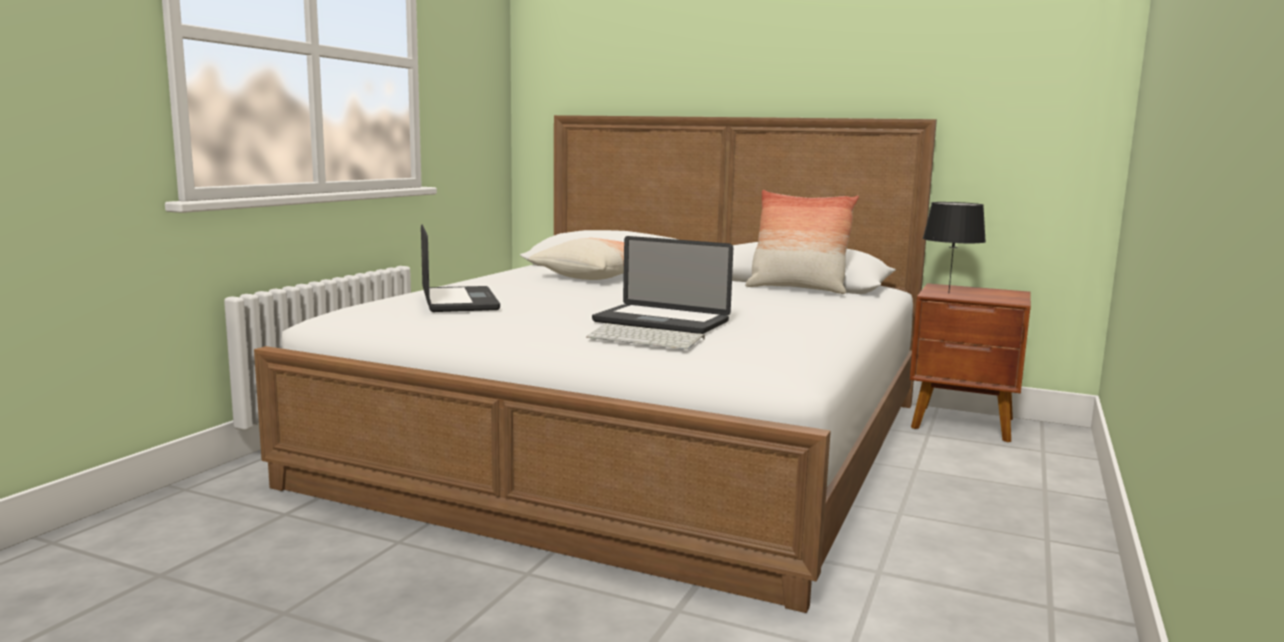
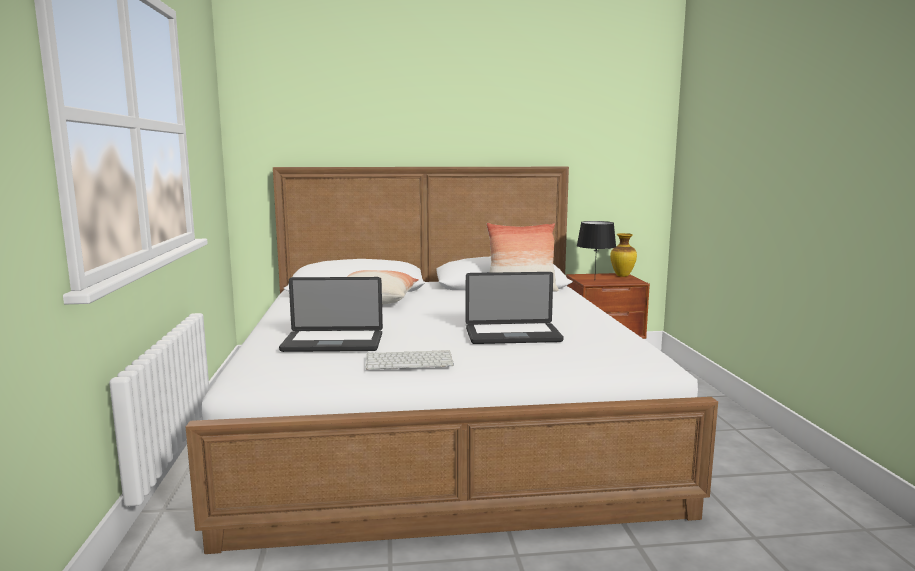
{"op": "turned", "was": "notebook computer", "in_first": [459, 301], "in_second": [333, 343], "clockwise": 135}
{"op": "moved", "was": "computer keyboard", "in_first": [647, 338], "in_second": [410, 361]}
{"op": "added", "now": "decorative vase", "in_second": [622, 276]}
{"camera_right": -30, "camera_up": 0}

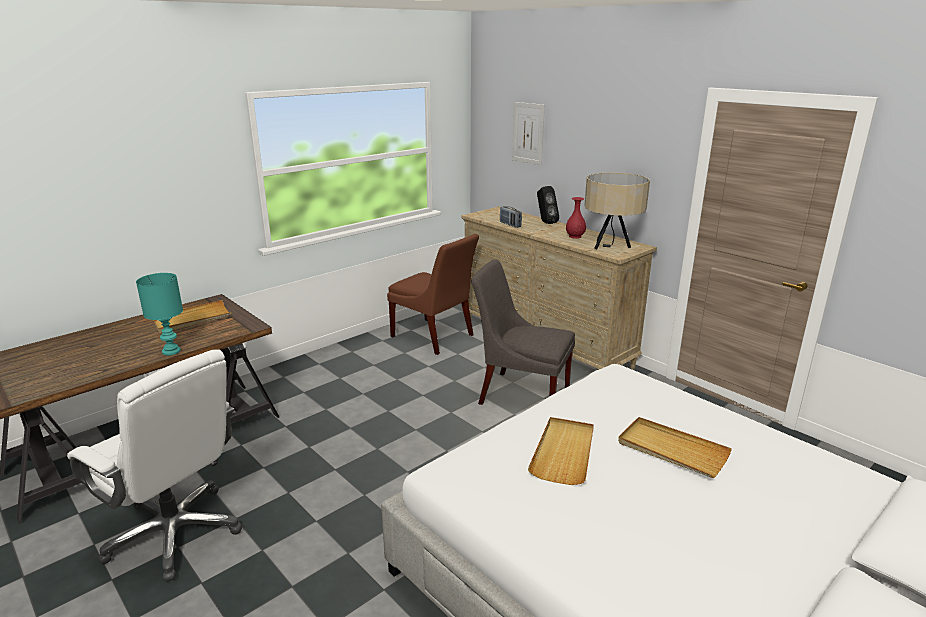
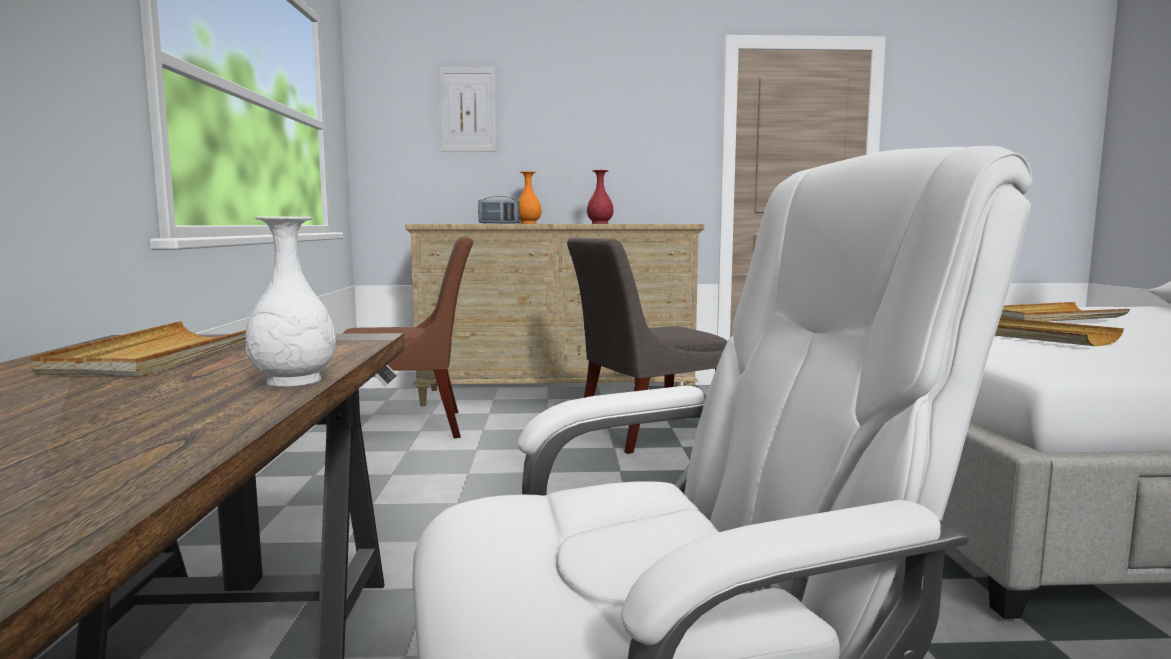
{"op": "removed", "was": "tabletop lamp (sand-coloured)", "in_first": [611, 247]}
{"op": "replaced", "was": "audio speaker (black)", "now": "decorative vase (orangey)", "in_first": [545, 222], "in_second": [528, 223]}
{"op": "replaced", "was": "tabletop lamp (turquoise)", "now": "decorative vase (white)", "in_first": [170, 351], "in_second": [293, 381]}
{"camera_right": -50, "camera_up": -15}

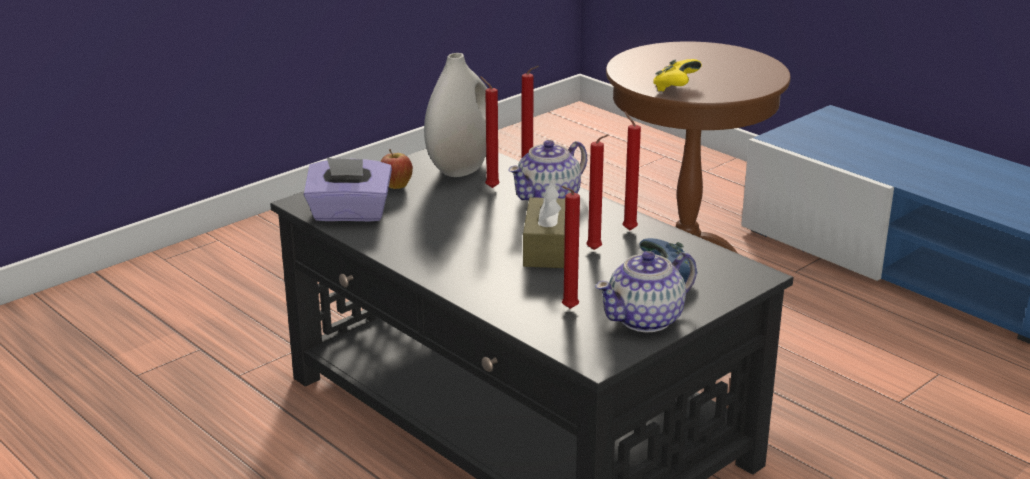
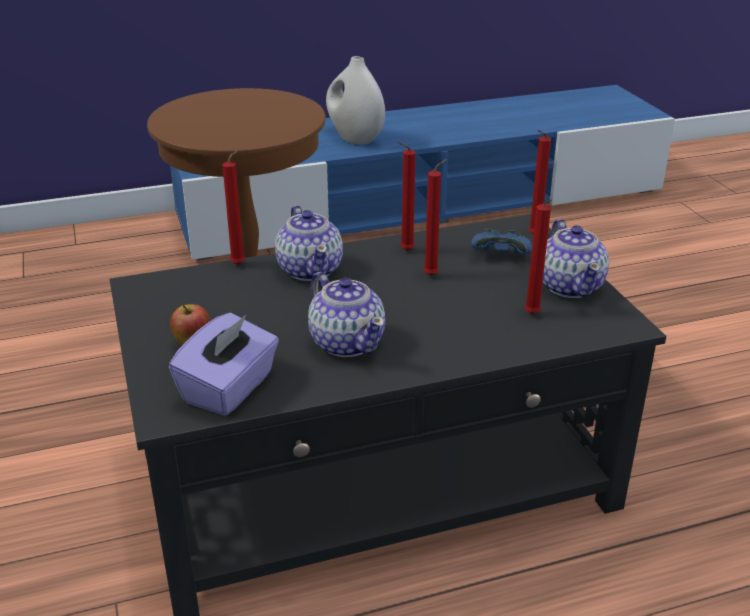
{"op": "moved", "was": "decorative vase (white)", "in_first": [461, 167], "in_second": [355, 139]}
{"op": "removed", "was": "game controller (yellow)", "in_first": [675, 88]}
{"op": "moved", "was": "wax light (reddish)", "in_first": [490, 187], "in_second": [533, 236]}
{"op": "removed", "was": "box of tissues (brown-coloured)", "in_first": [548, 248]}
{"op": "added", "now": "pot for tea", "in_second": [347, 342]}
{"camera_right": -65, "camera_up": 5}

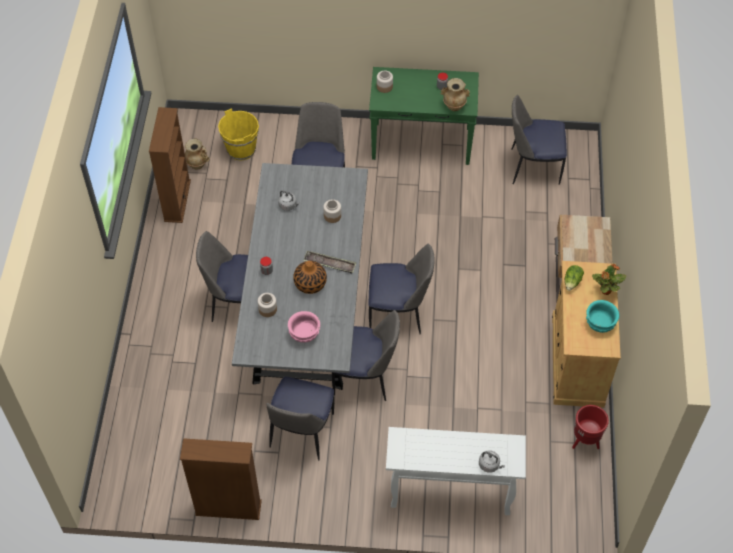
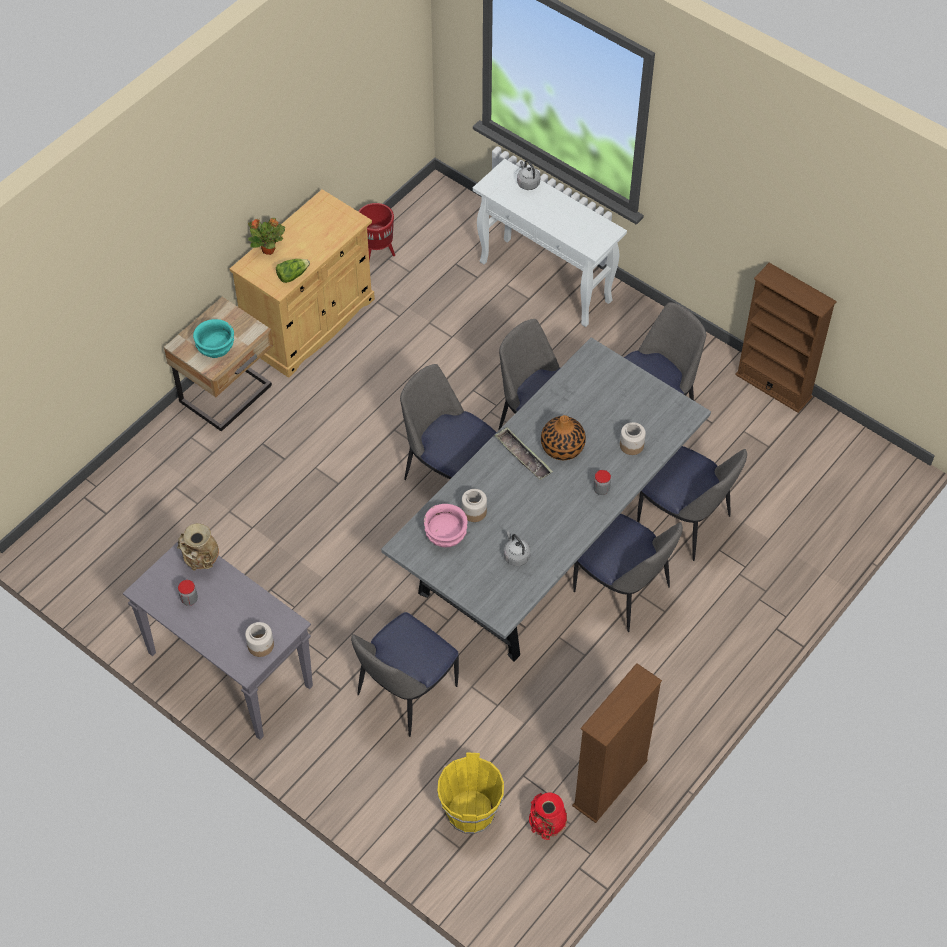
{"op": "recoloured", "was": "console table (green-coloured)", "now": "console table (greyish)", "in_first": [422, 143], "in_second": [228, 670]}
{"op": "moved", "was": "chair", "in_first": [532, 167], "in_second": [685, 523]}
{"op": "recoloured", "was": "decorative vase (sand-coloured)", "now": "decorative vase (reddish)", "in_first": [197, 164], "in_second": [546, 826]}
{"op": "moved", "was": "serving bowl (turquoise)", "in_first": [600, 322], "in_second": [215, 348]}
{"op": "moved", "was": "serving bowl (pink)", "in_first": [304, 333], "in_second": [446, 535]}
{"camera_right": -145, "camera_up": 0}

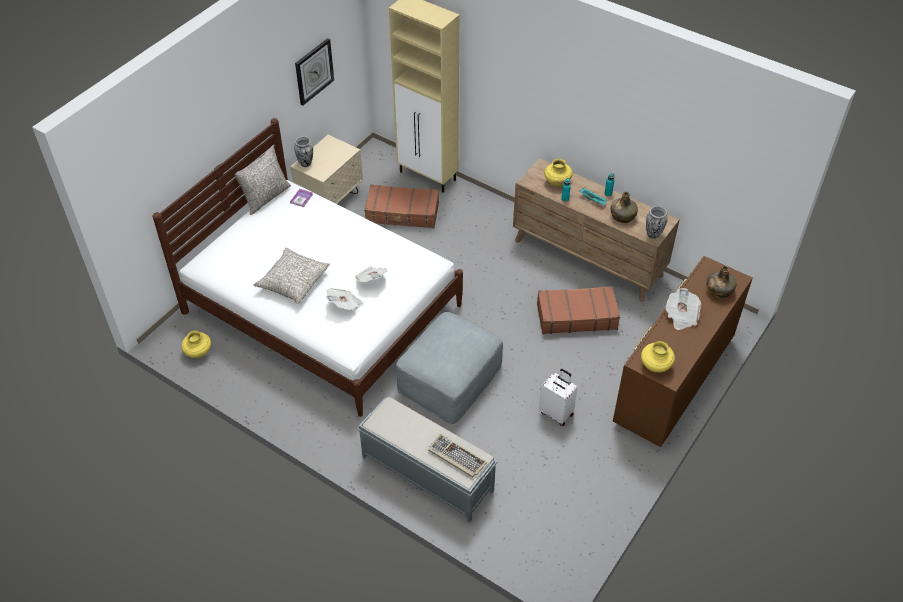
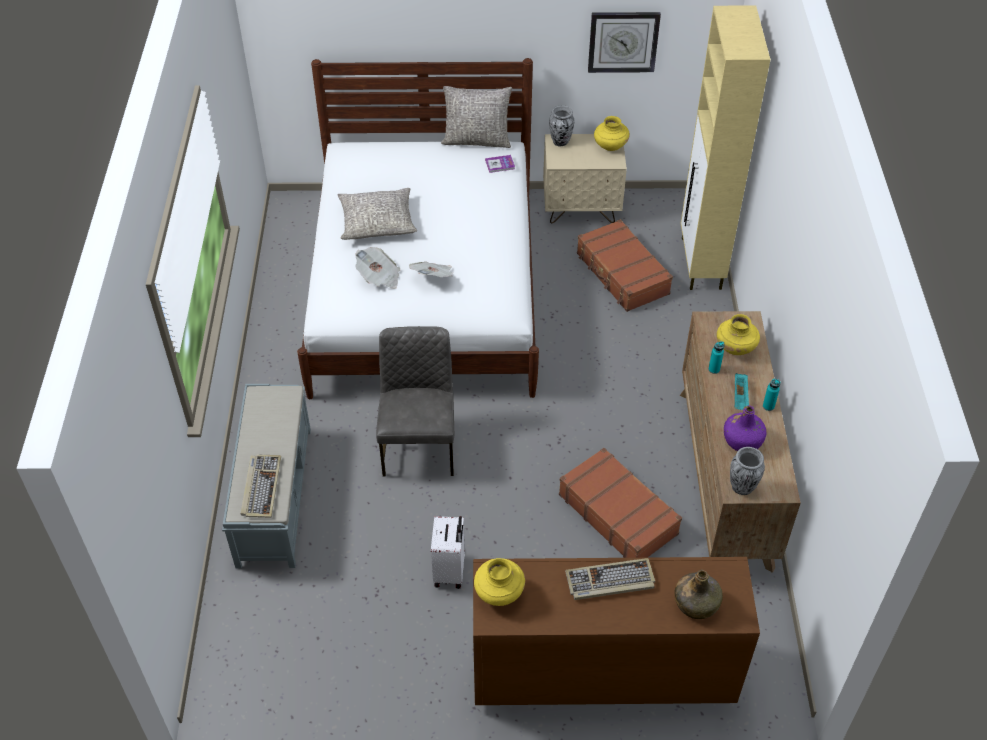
{"op": "recoloured", "was": "beverage bottle (green-coloured)", "now": "beverage bottle (purple-coloured)", "in_first": [622, 216], "in_second": [742, 440]}
{"op": "replaced", "was": "daily paper", "now": "computer keyboard", "in_first": [681, 316], "in_second": [610, 581]}
{"op": "replaced", "was": "footrest (greyish)", "now": "chair (greyish)", "in_first": [449, 378], "in_second": [419, 444]}
{"op": "moved", "was": "decorative vase (yellow)", "in_first": [198, 352], "in_second": [610, 146]}
{"camera_right": 55, "camera_up": 0}

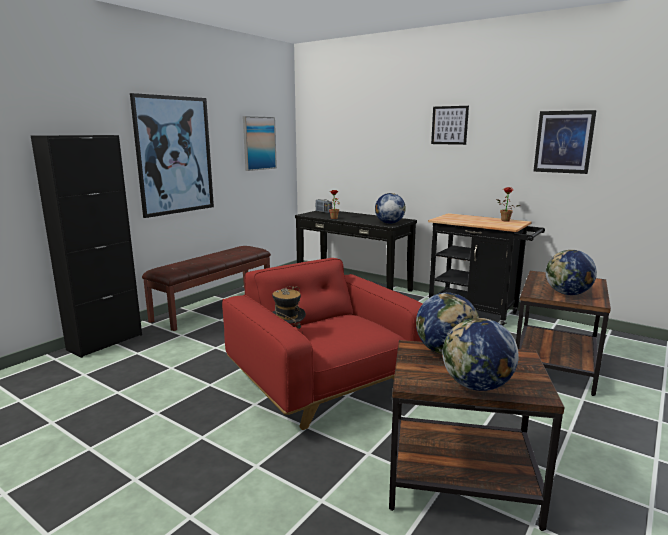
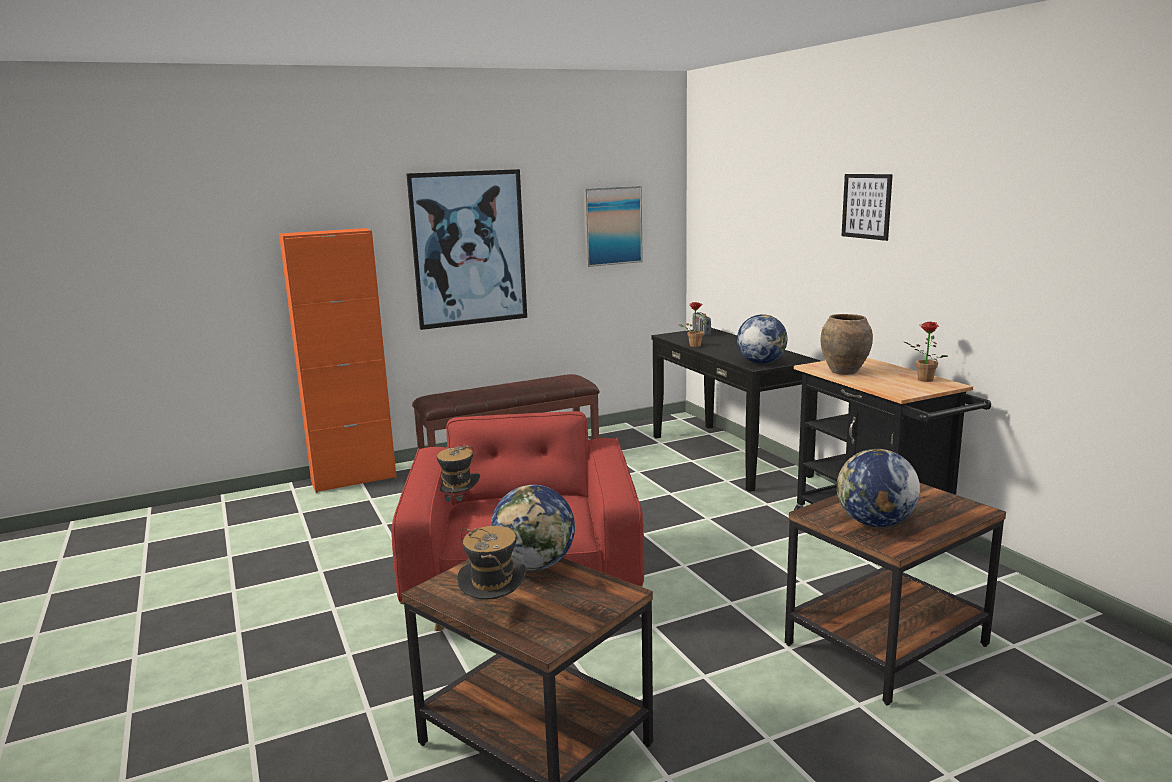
{"op": "removed", "was": "wall art", "in_first": [563, 142]}
{"op": "recoloured", "was": "storage cabinet (black)", "now": "storage cabinet (orangey)", "in_first": [105, 342], "in_second": [353, 479]}
{"op": "replaced", "was": "globe", "now": "hat", "in_first": [476, 386], "in_second": [494, 612]}
{"op": "added", "now": "decorative vase (brown-coloured)", "in_second": [843, 372]}
{"camera_right": 30, "camera_up": 0}

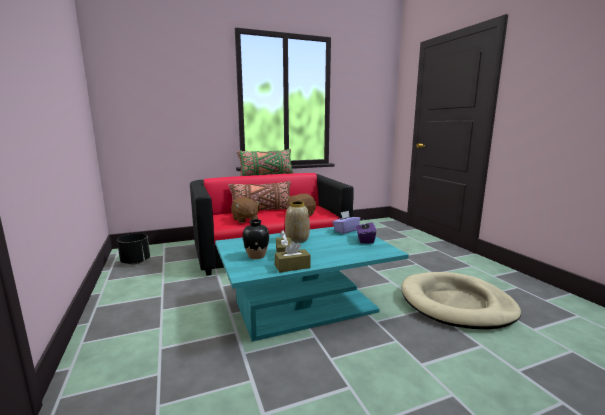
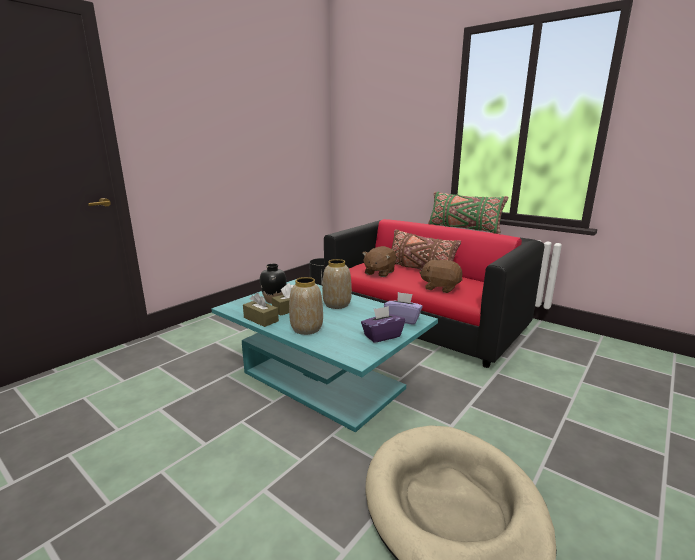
{"op": "added", "now": "decorative vase", "in_second": [306, 329]}
{"camera_right": 60, "camera_up": 5}

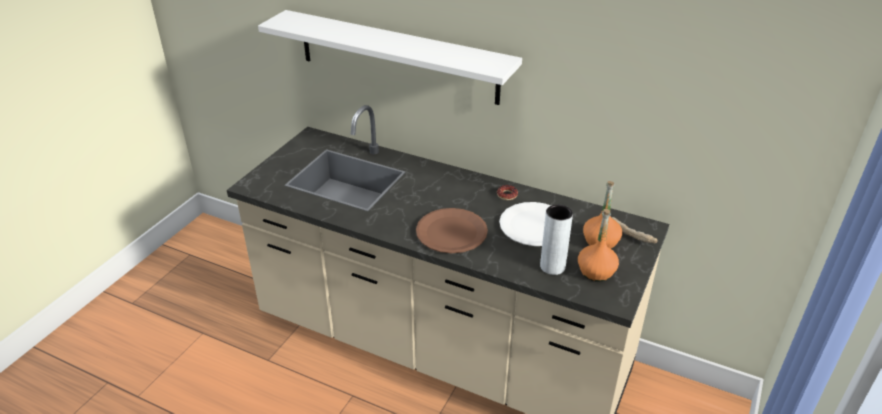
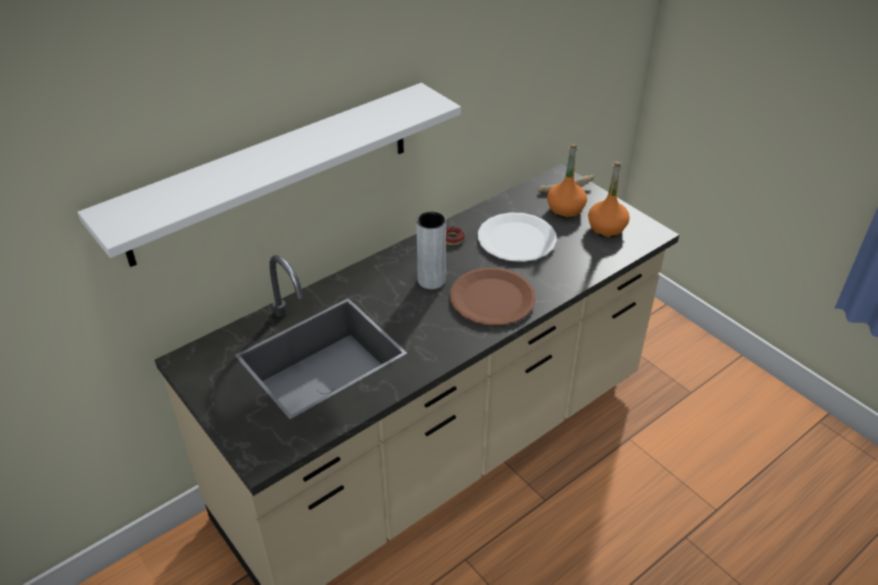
{"op": "moved", "was": "decorative vase (greyish)", "in_first": [552, 266], "in_second": [431, 280]}
{"camera_right": -65, "camera_up": 5}

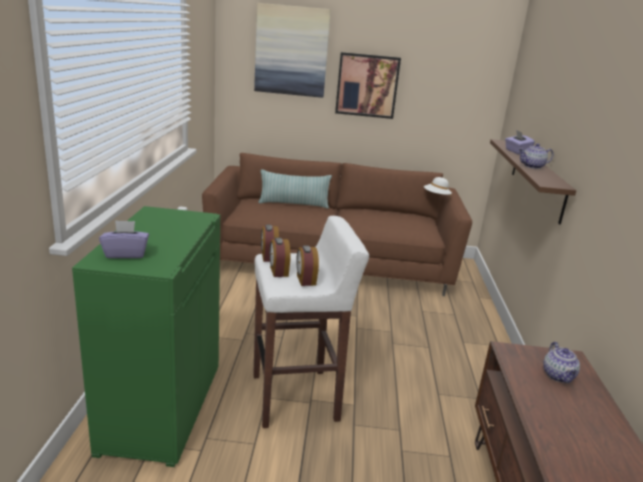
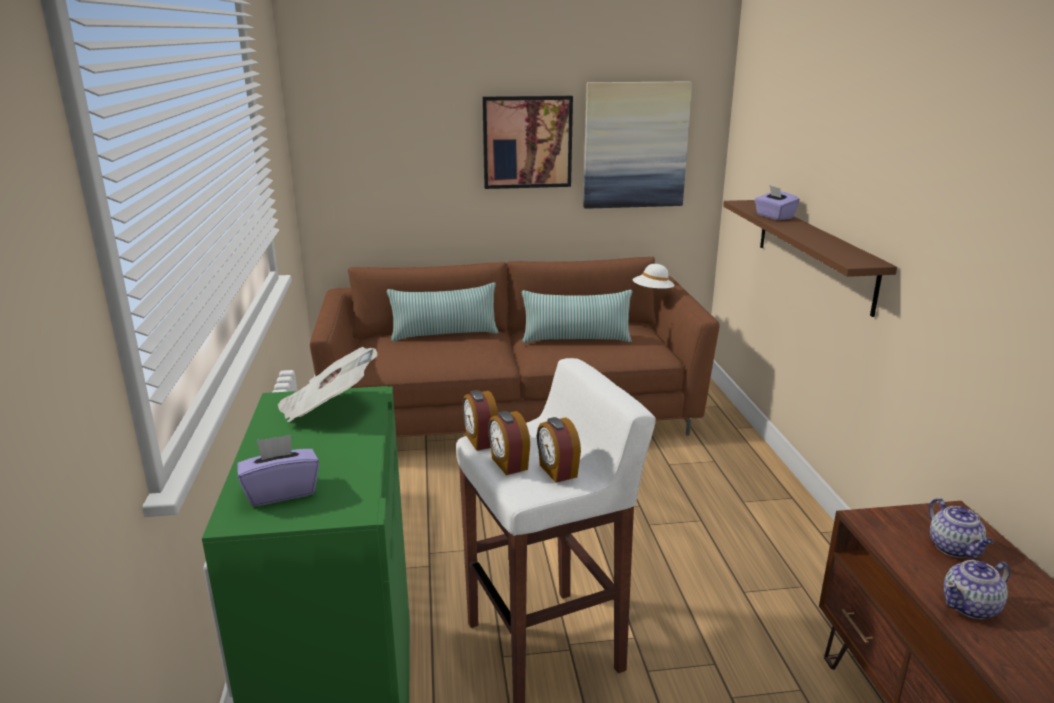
{"op": "moved", "was": "wall art", "in_first": [291, 51], "in_second": [635, 145]}
{"op": "moved", "was": "pot for tea", "in_first": [533, 166], "in_second": [971, 606]}
{"op": "added", "now": "throw pillow", "in_second": [576, 339]}
{"op": "added", "now": "daily paper", "in_second": [327, 408]}
{"camera_right": -10, "camera_up": 0}

